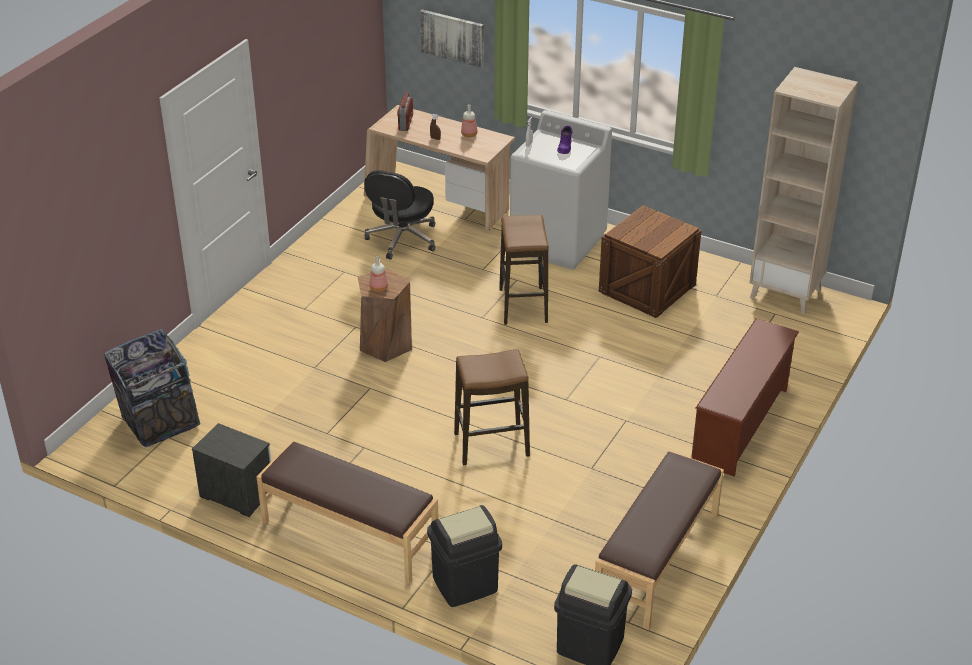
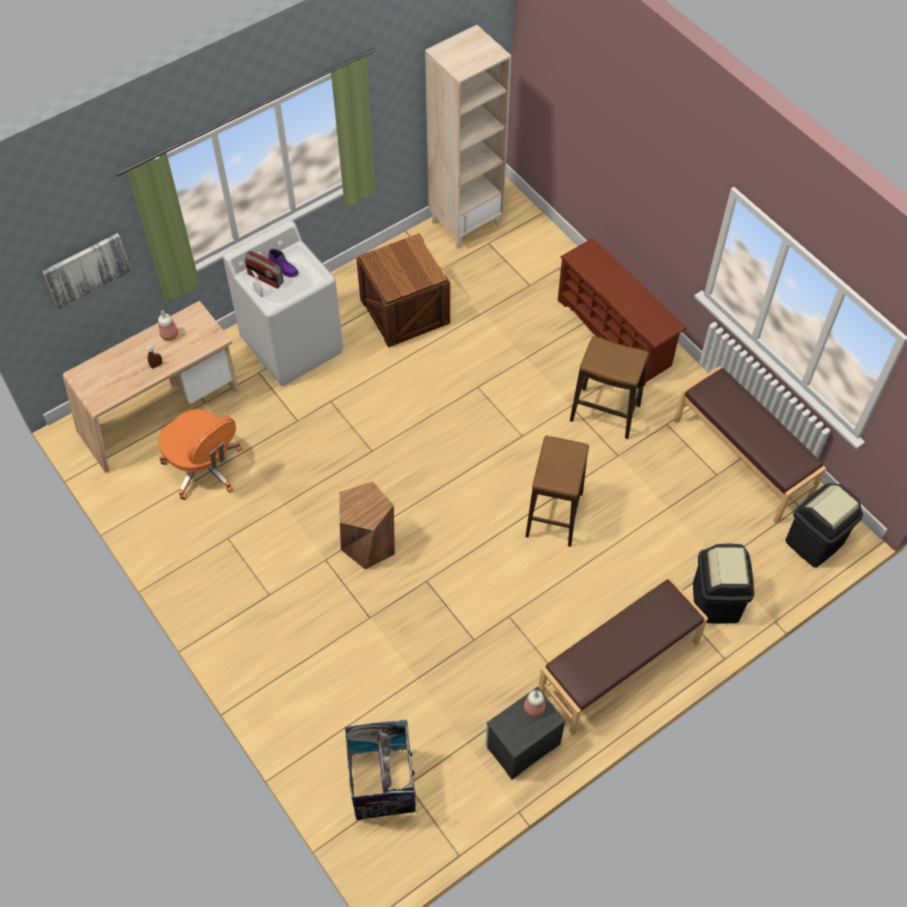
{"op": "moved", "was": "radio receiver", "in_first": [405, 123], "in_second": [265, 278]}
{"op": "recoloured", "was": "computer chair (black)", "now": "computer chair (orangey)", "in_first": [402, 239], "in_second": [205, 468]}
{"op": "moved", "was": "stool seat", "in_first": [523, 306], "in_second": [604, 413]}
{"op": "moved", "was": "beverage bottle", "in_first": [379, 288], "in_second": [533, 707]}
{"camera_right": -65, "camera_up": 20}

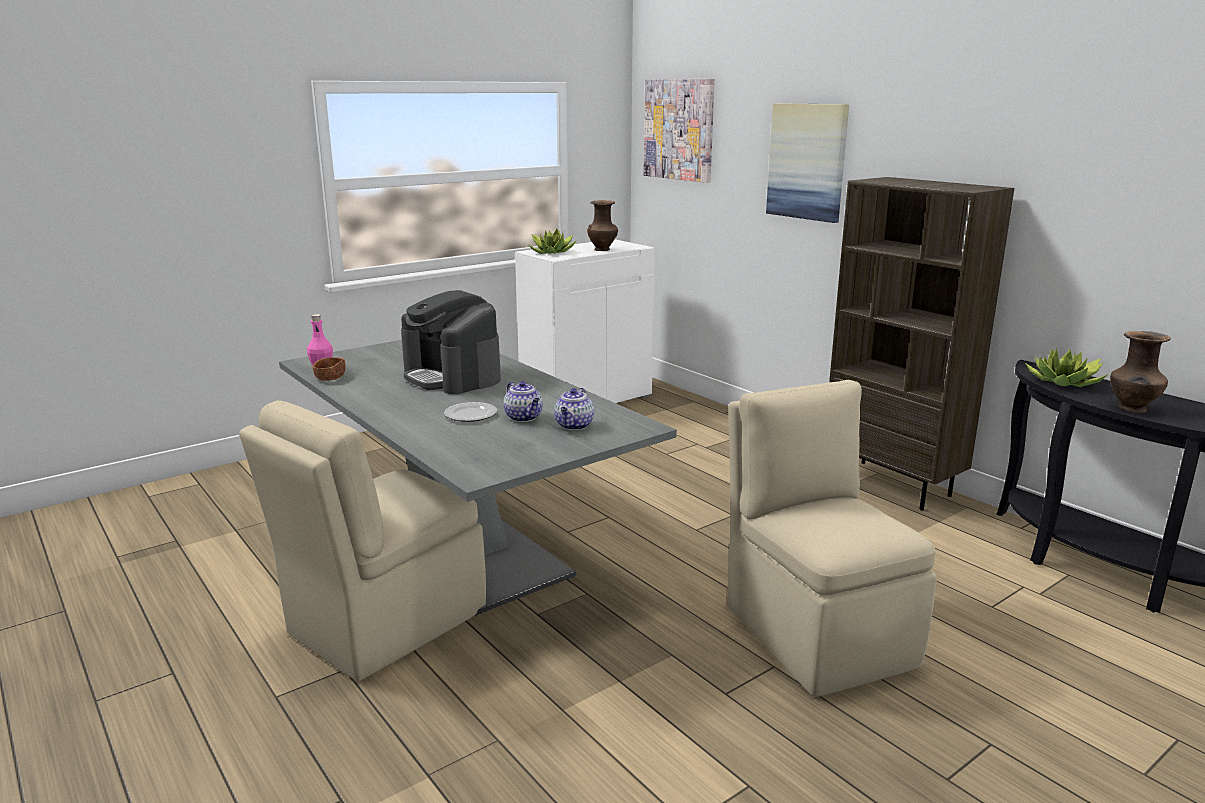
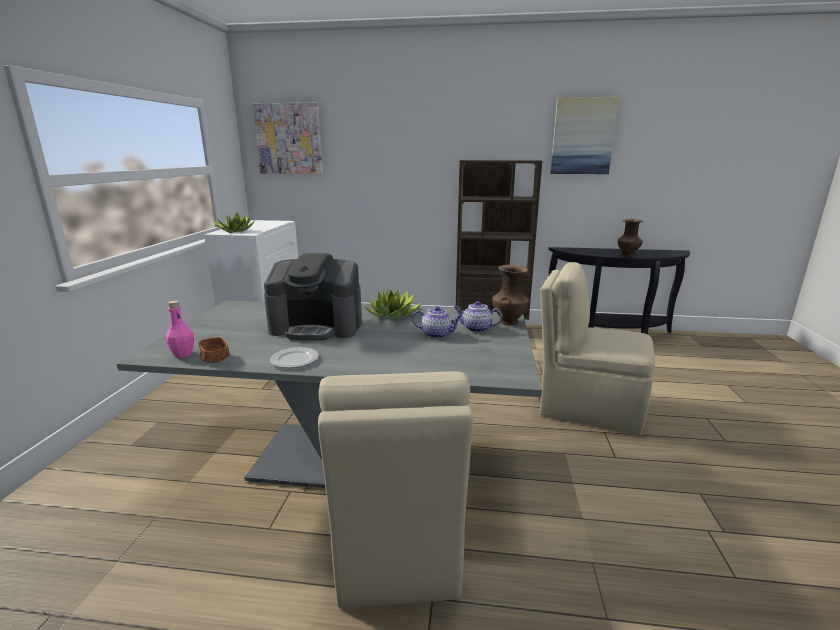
{"op": "moved", "was": "wall art", "in_first": [807, 161], "in_second": [582, 136]}
{"op": "moved", "was": "decorative vase (brown-coloured)", "in_first": [603, 250], "in_second": [508, 322]}
{"op": "moved", "was": "plant in a pot", "in_first": [1065, 382], "in_second": [393, 314]}
{"op": "turned", "was": "pot for tea", "in_first": [574, 426], "in_second": [476, 328], "clockwise": 135}
{"op": "moved", "was": "flat dish", "in_first": [471, 415], "in_second": [295, 360]}
{"camera_right": -45, "camera_up": 0}

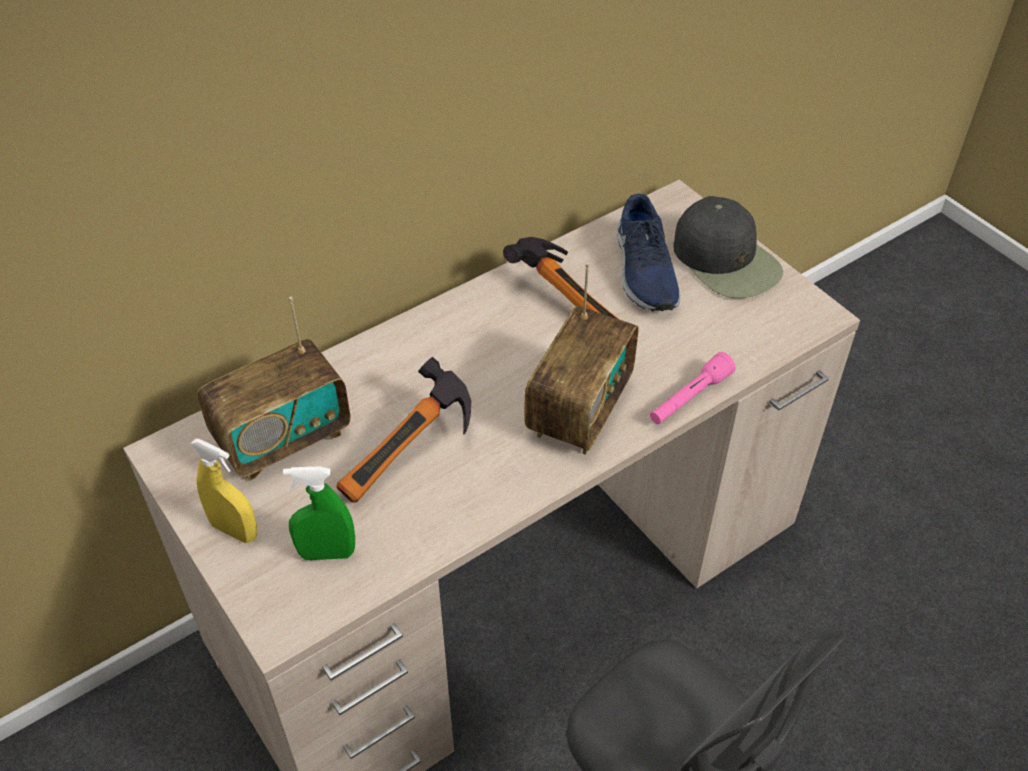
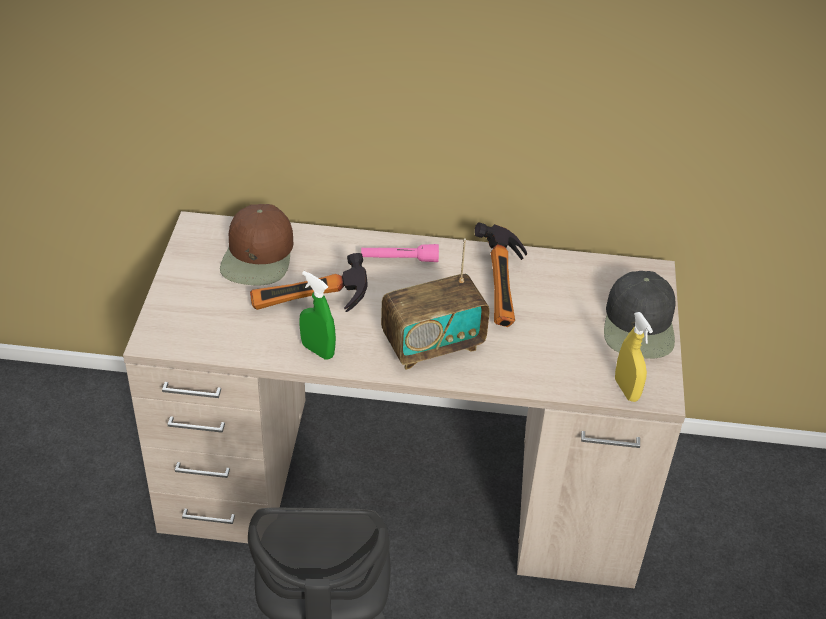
{"op": "removed", "was": "shoe (bluish)", "in_first": [643, 271]}
{"op": "replaced", "was": "radio receiver", "now": "cap (brown-coloured)", "in_first": [283, 439], "in_second": [258, 256]}
{"op": "moved", "was": "flashlight (pink)", "in_first": [689, 398], "in_second": [399, 259]}
{"op": "moved", "was": "sprayer (yellow)", "in_first": [234, 530], "in_second": [626, 390]}
{"op": "moved", "was": "sprayer (green-coloured)", "in_first": [327, 553], "in_second": [317, 350]}
{"camera_right": 40, "camera_up": -5}

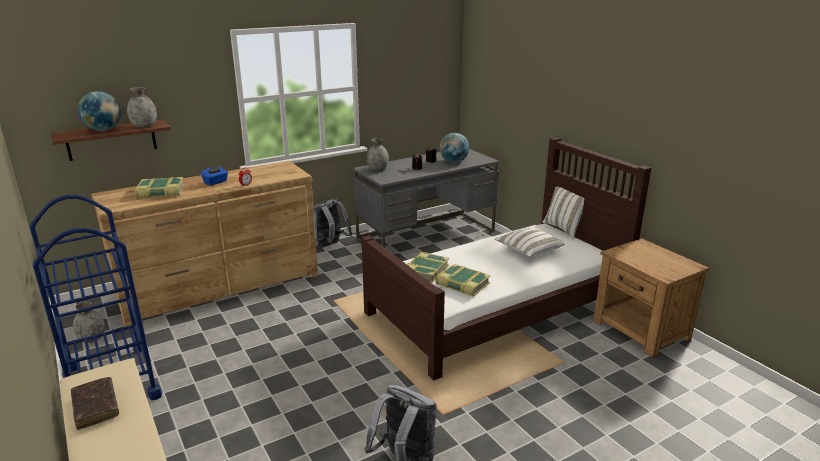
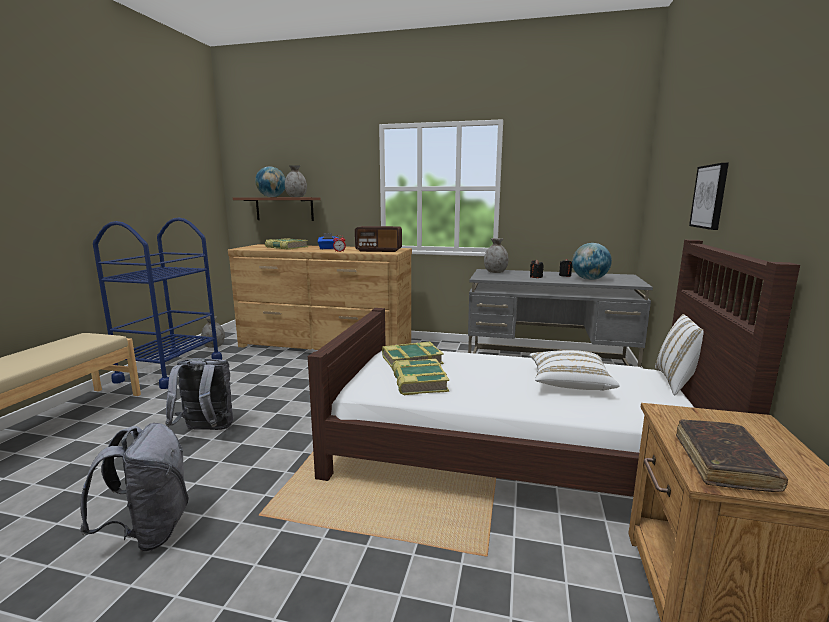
{"op": "moved", "was": "backpack (greyish)", "in_first": [330, 246], "in_second": [206, 431]}
{"op": "moved", "was": "bound book (brown-coloured)", "in_first": [96, 407], "in_second": [723, 463]}
{"op": "added", "now": "wall art", "in_second": [710, 196]}
{"op": "added", "now": "radio receiver", "in_second": [379, 250]}
{"camera_right": 45, "camera_up": -10}

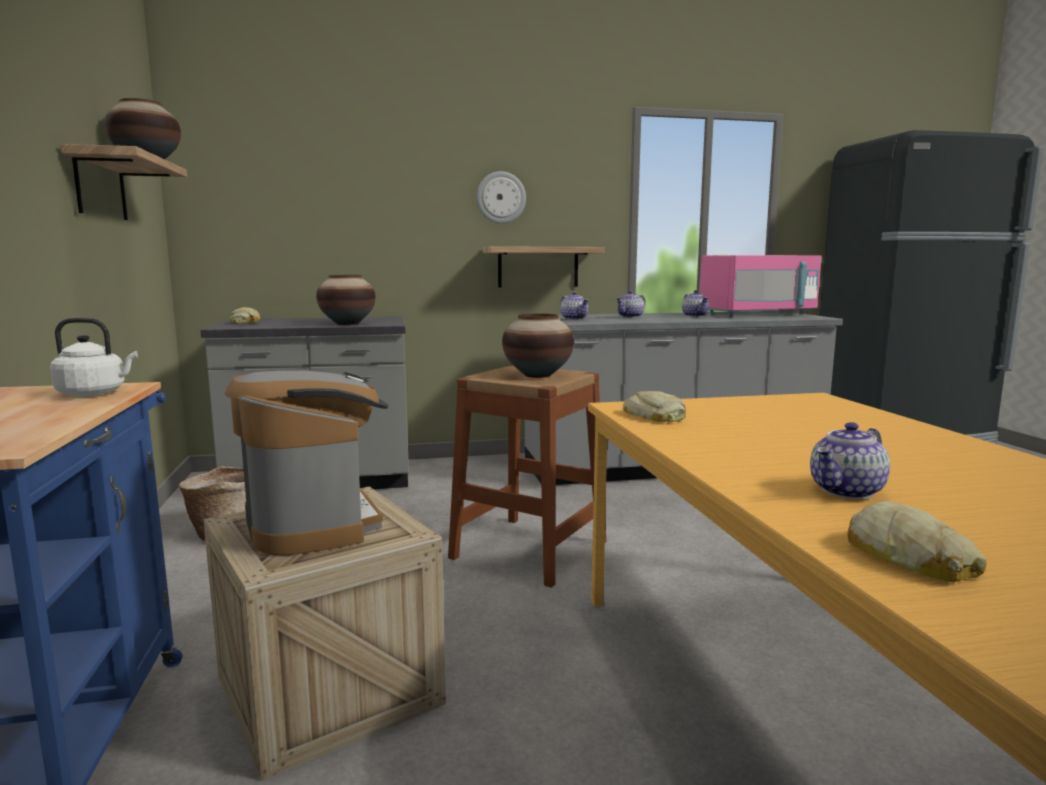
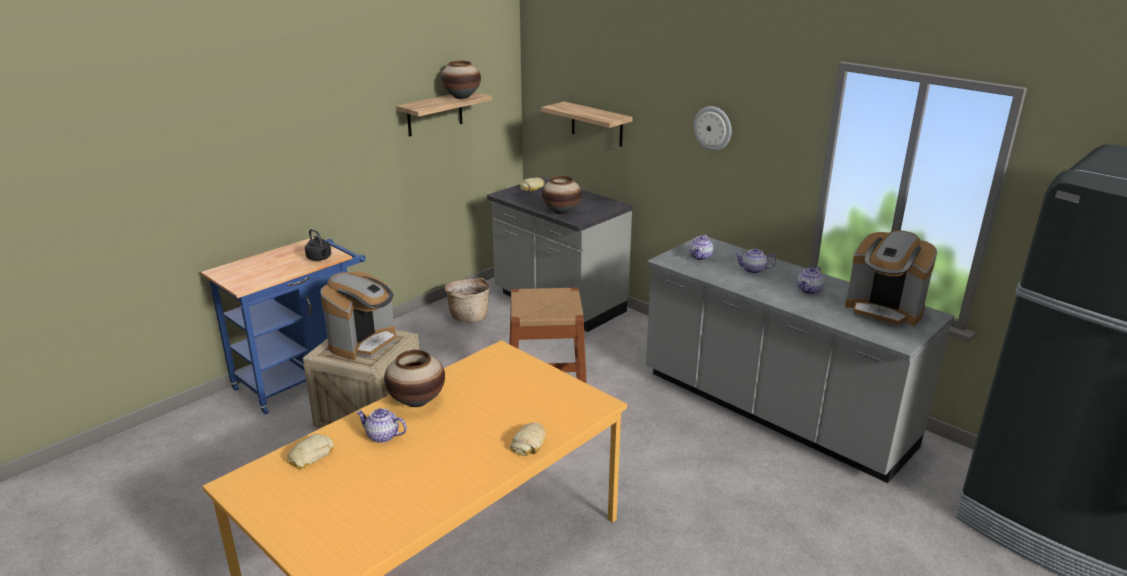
{"op": "moved", "was": "wall shelf", "in_first": [538, 267], "in_second": [597, 124]}
{"op": "replaced", "was": "microwave oven (pink)", "now": "coffee maker", "in_first": [757, 314], "in_second": [884, 311]}
{"op": "moved", "was": "decorative vase", "in_first": [538, 375], "in_second": [416, 401]}
{"op": "recoloured", "was": "kettle (white)", "now": "kettle (black)", "in_first": [95, 393], "in_second": [320, 258]}
{"op": "moved", "was": "baked bread", "in_first": [654, 415], "in_second": [530, 443]}
{"camera_right": 55, "camera_up": 15}

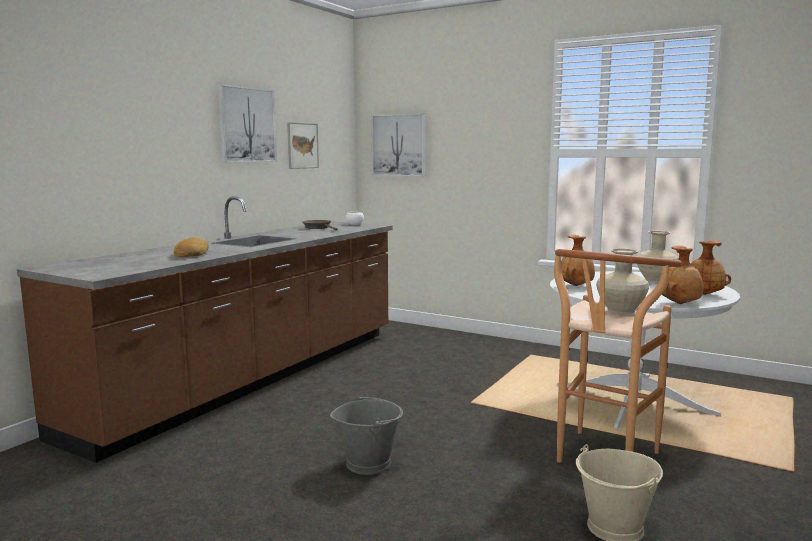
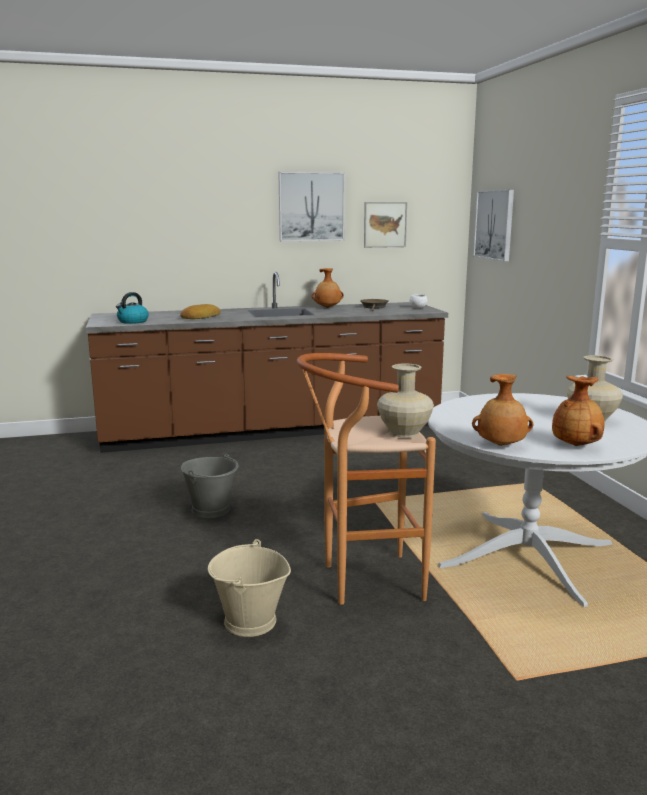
{"op": "moved", "was": "decorative vase (brown-coloured)", "in_first": [576, 286], "in_second": [327, 308]}
{"op": "added", "now": "kettle", "in_second": [132, 321]}
{"camera_right": 45, "camera_up": 5}

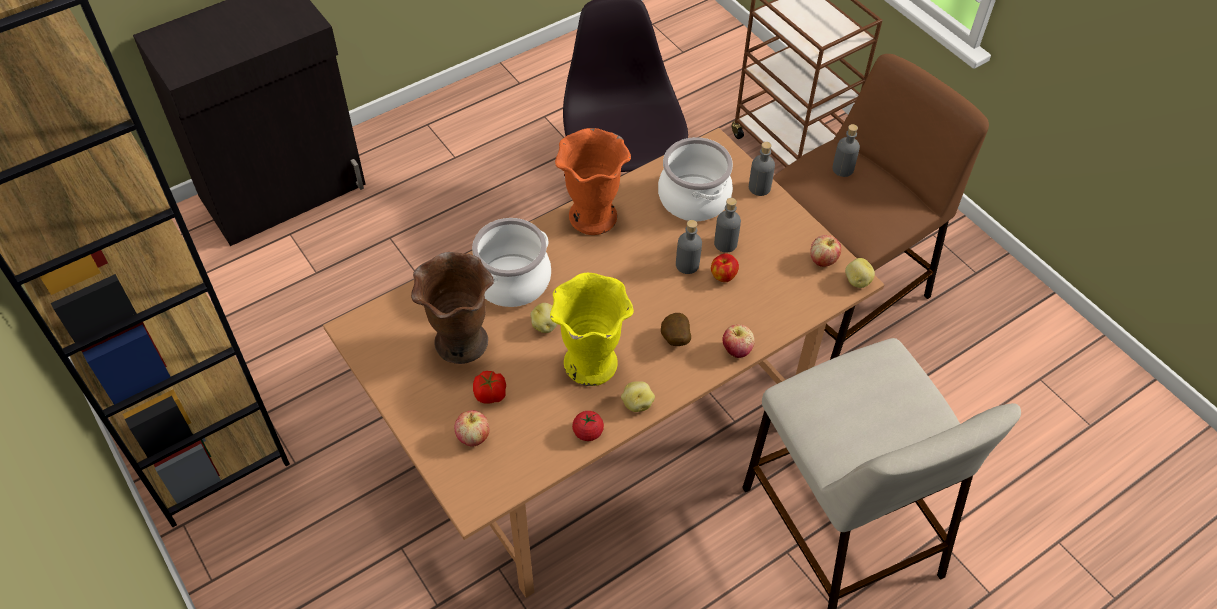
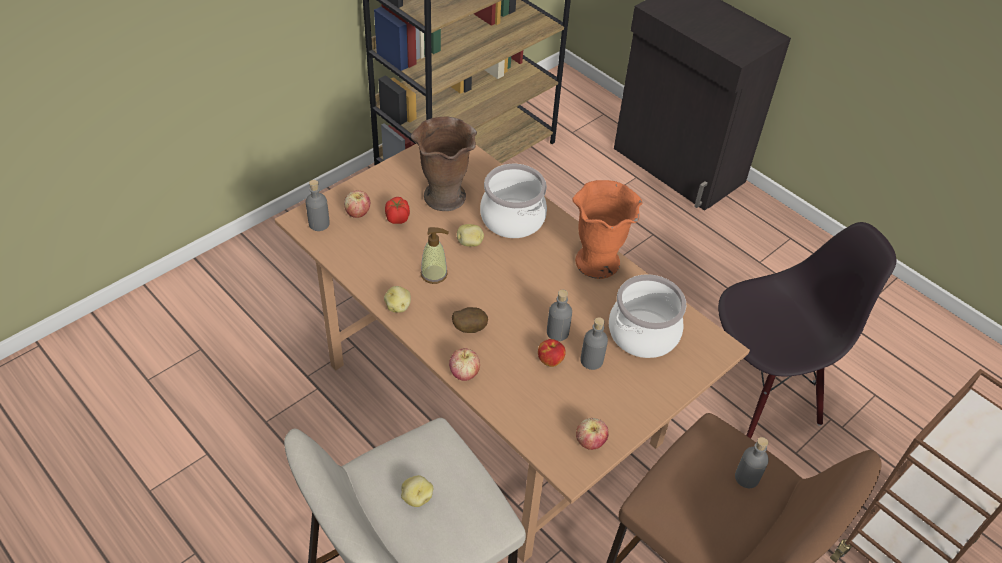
{"op": "moved", "was": "beverage bottle (greyish)", "in_first": [759, 187], "in_second": [319, 224]}
{"op": "moved", "was": "whole potato", "in_first": [857, 281], "in_second": [416, 497]}
{"op": "replaced", "was": "decorative vase (yellow)", "now": "soap dispenser", "in_first": [590, 364], "in_second": [434, 274]}
{"op": "removed", "was": "whole tomato", "in_first": [588, 432]}
{"camera_right": 80, "camera_up": -5}

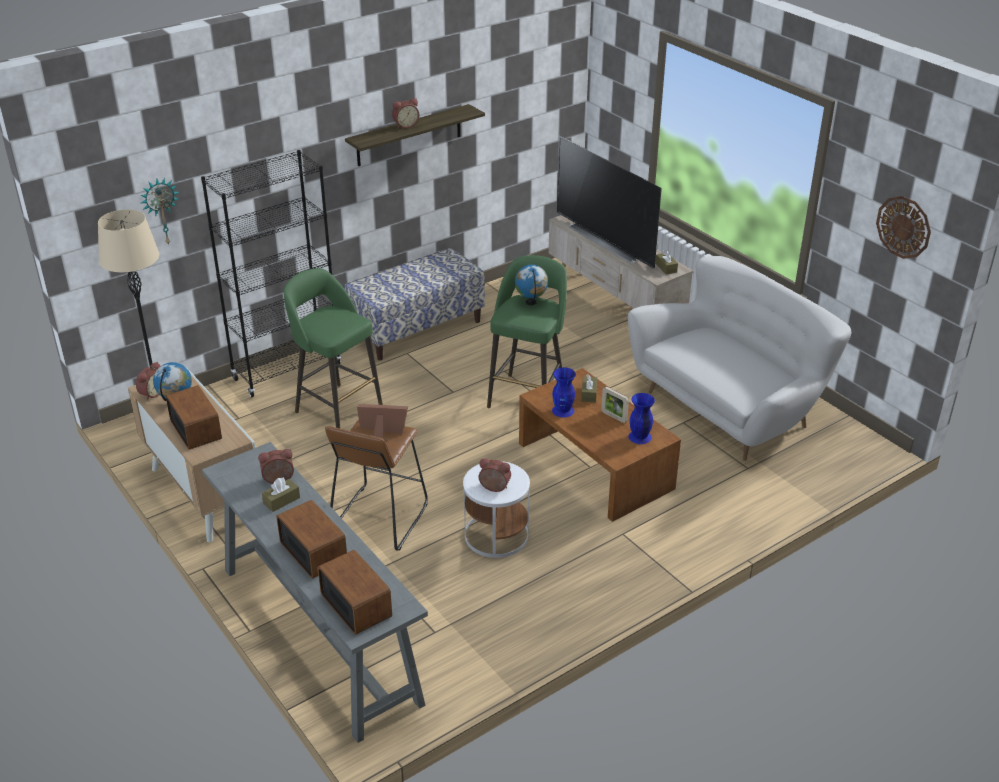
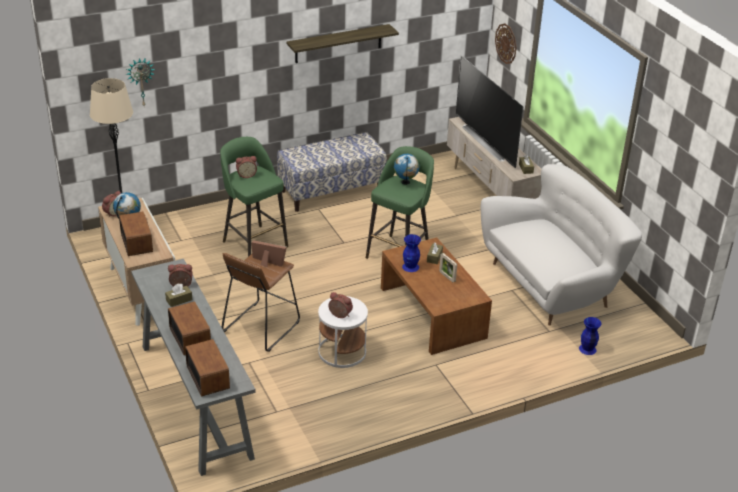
{"op": "moved", "was": "bedside clock", "in_first": [405, 125], "in_second": [246, 175]}
{"op": "removed", "was": "bookcase (black)", "in_first": [287, 371]}
{"op": "moved", "was": "wall clock", "in_first": [903, 227], "in_second": [506, 43]}
{"op": "moved", "was": "decorative vase (bluish)", "in_first": [639, 437], "in_second": [587, 349]}
{"camera_right": 10, "camera_up": 0}

